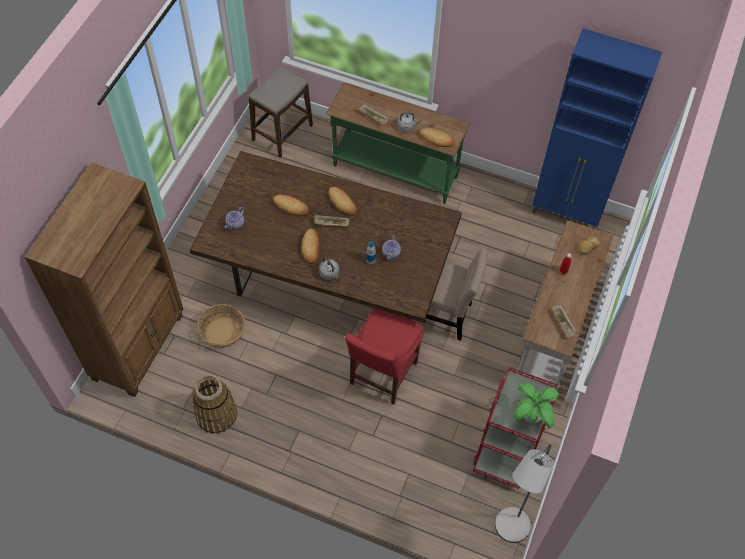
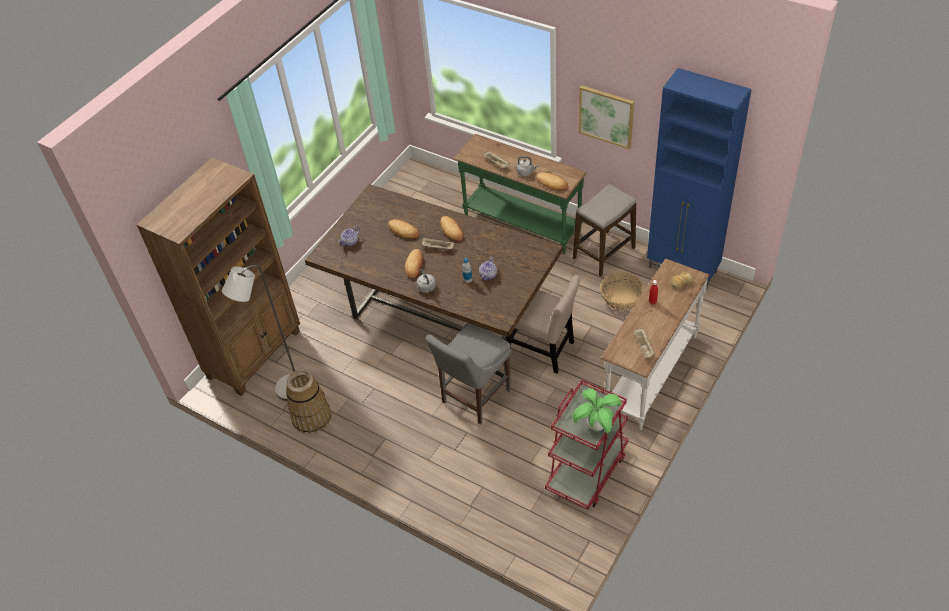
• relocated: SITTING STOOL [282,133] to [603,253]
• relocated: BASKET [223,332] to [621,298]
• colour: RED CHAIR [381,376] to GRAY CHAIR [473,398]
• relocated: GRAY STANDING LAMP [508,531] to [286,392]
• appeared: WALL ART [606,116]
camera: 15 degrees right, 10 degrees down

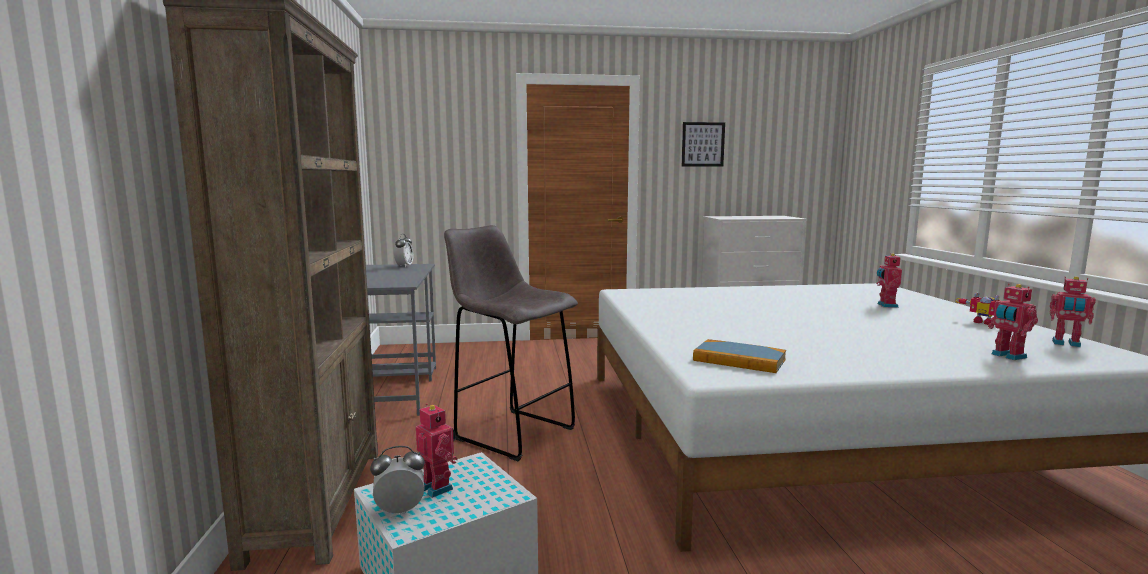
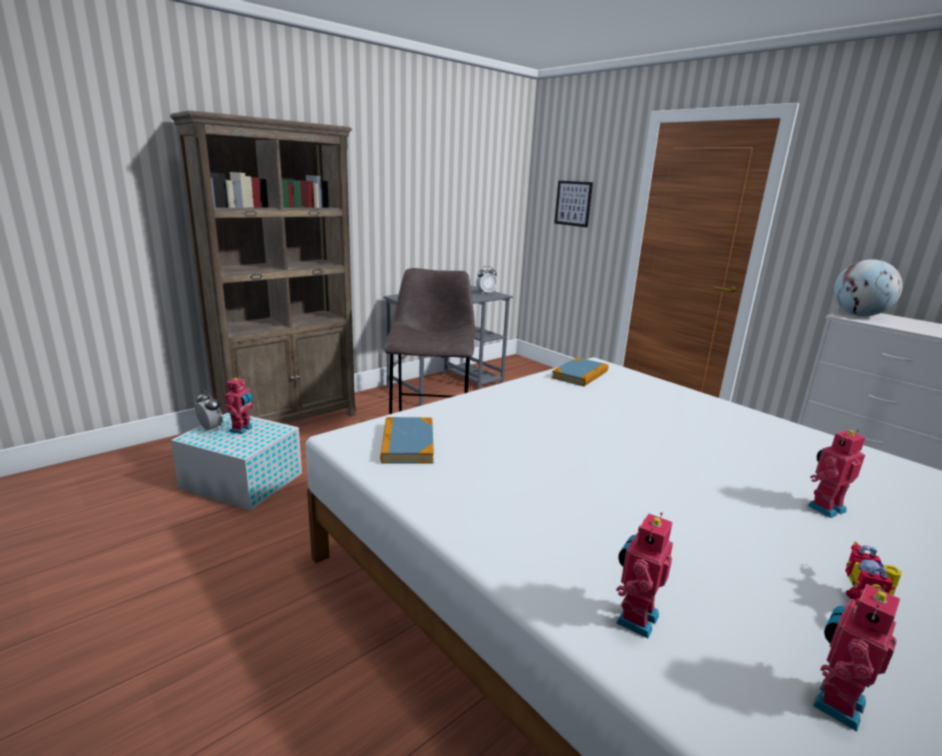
• relocated: WALL ART [703,144] to [573,203]
• spun: TOY ROBOT [1066,344] = [834,702] 45 degrees clockwise
• appeared: WORLD GLOBE [859,315]
• appeared: BOOK [580,374]
camera: 55 degrees right, 10 degrees up

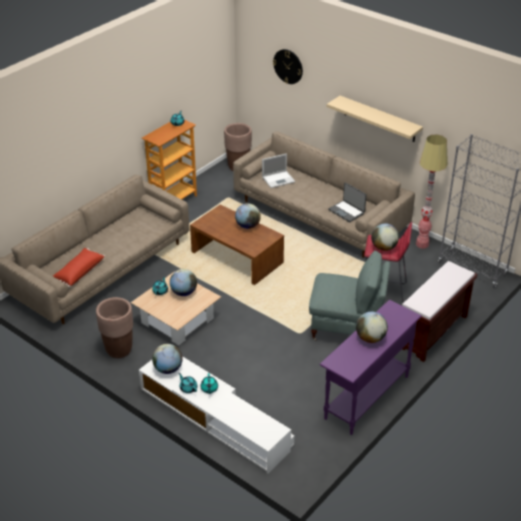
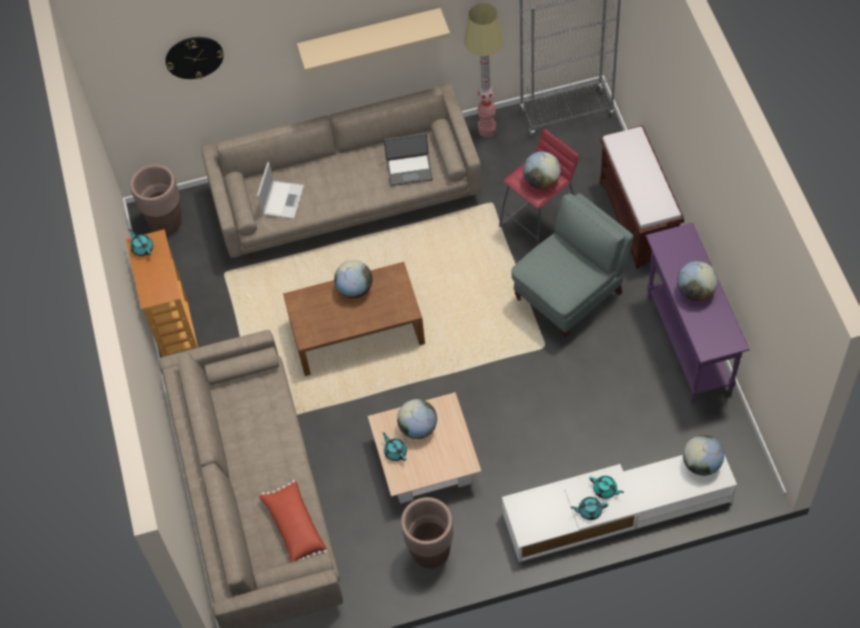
• relocated: WORLD GLOBE [168,369] to [701,464]
camera: 50 degrees left, 20 degrees up

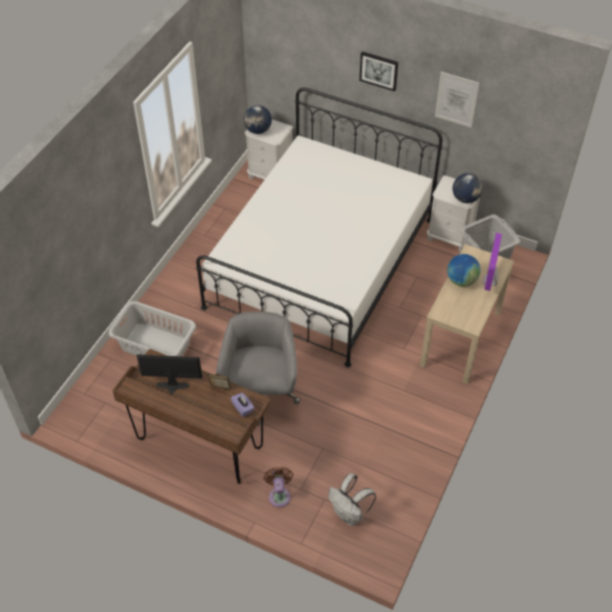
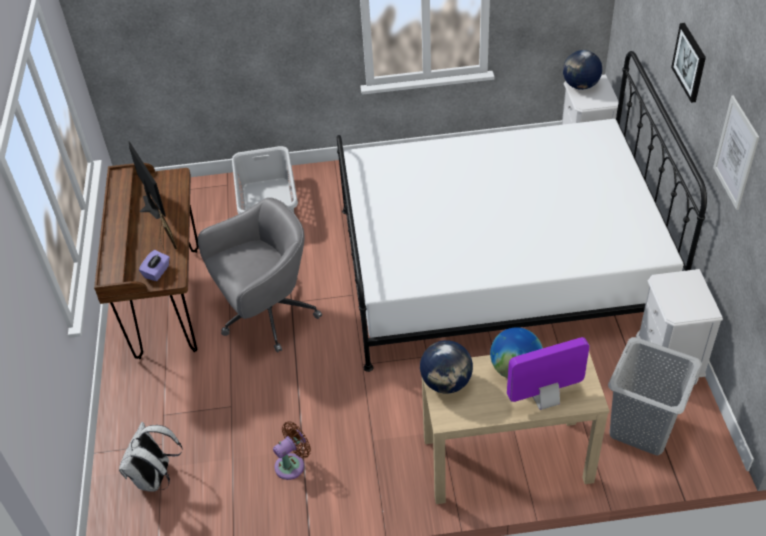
• relocated: WORLD GLOBE [465,198] to [446,382]
• relocated: BROWN-COLOURED COOLING FAN [279,495] to [292,464]
camera: 60 degrees right, 5 degrees down

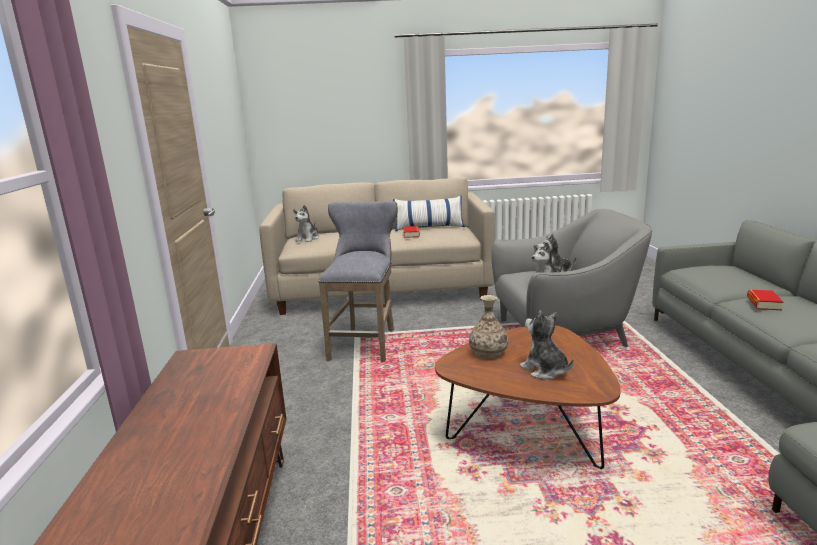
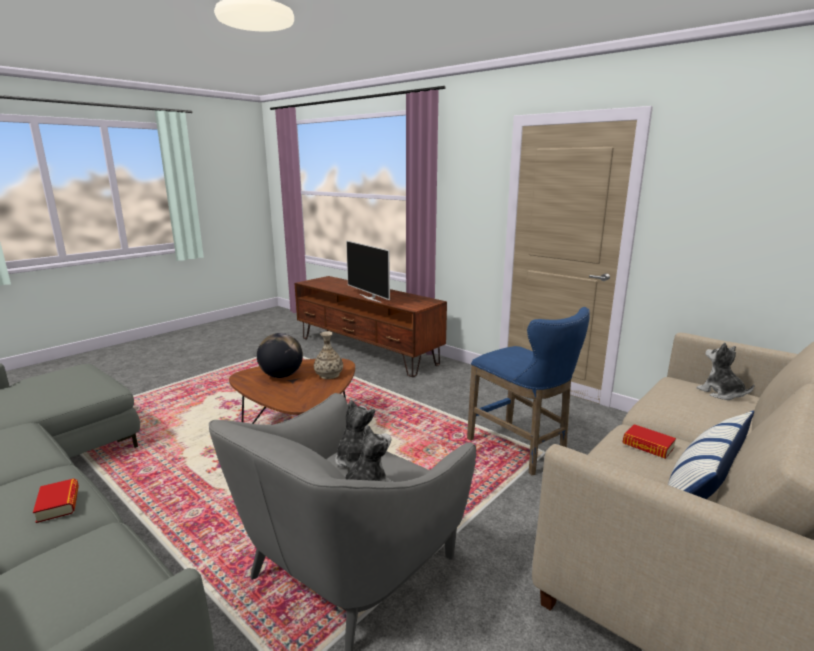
• colour: GRAY SITTING STOOL [365,342] to BLUISH SITTING STOOL [521,450]
• exchanged: SOFT TOY [545,370] to WORLD GLOBE [281,376]
• appeared: TELEVISION [370,298]
camera: 135 degrees right, 0 degrees up

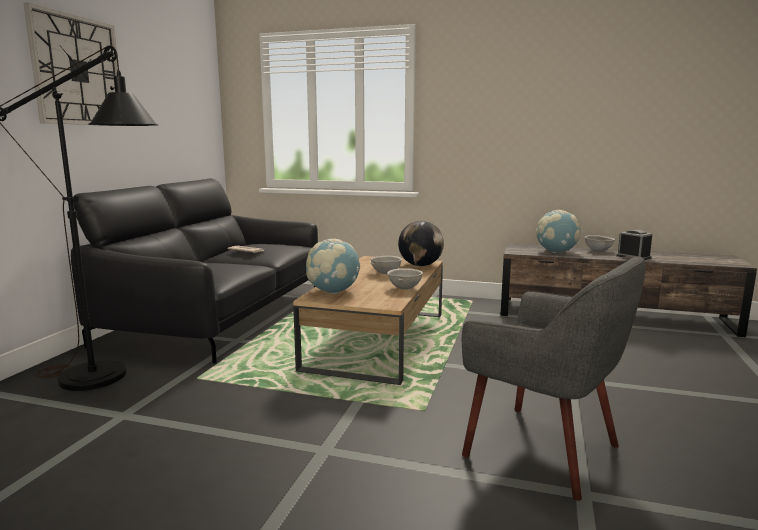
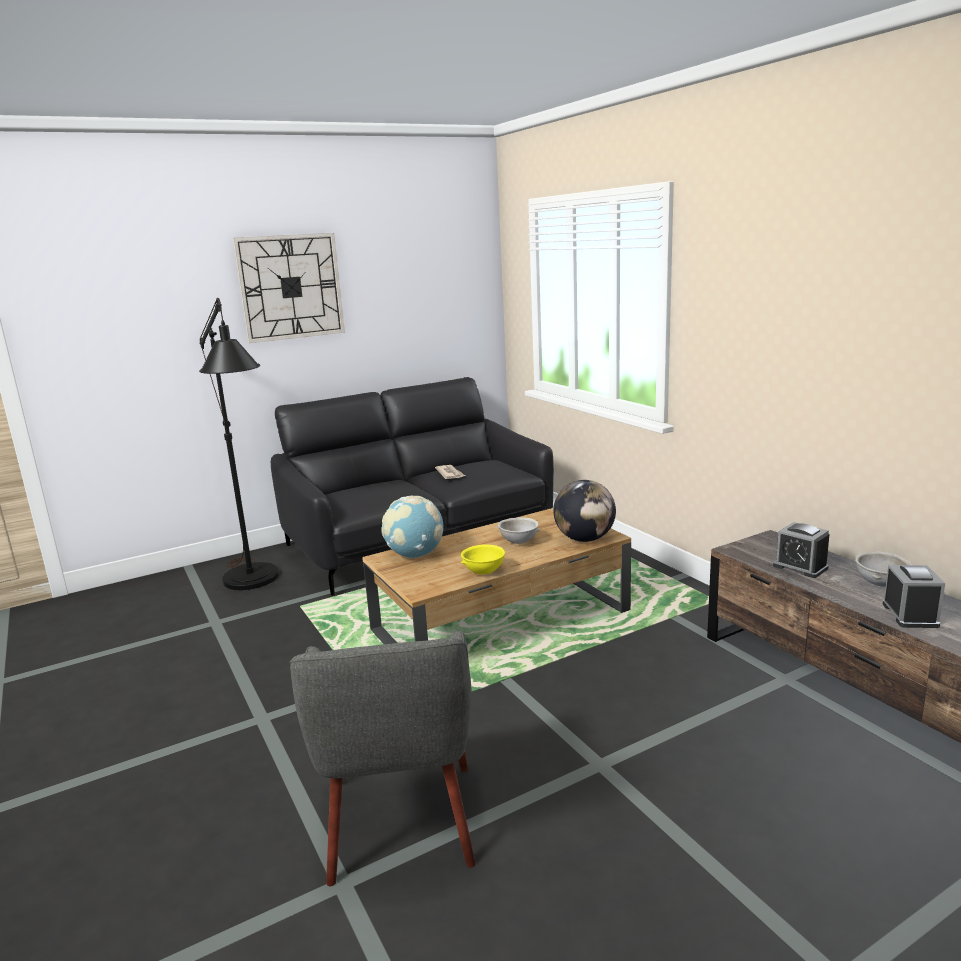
• exchanged: WORLD GLOBE [556,252] to BEDSIDE CLOCK [800,567]
• colour: GRAY BOWL [404,288] to YELLOW BOWL [483,572]
camera: 45 degrees right, 5 degrees up

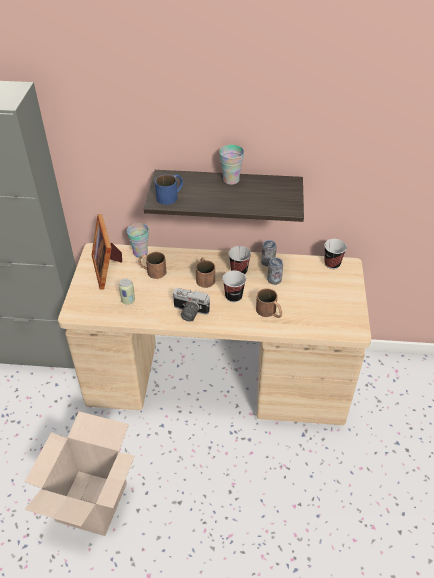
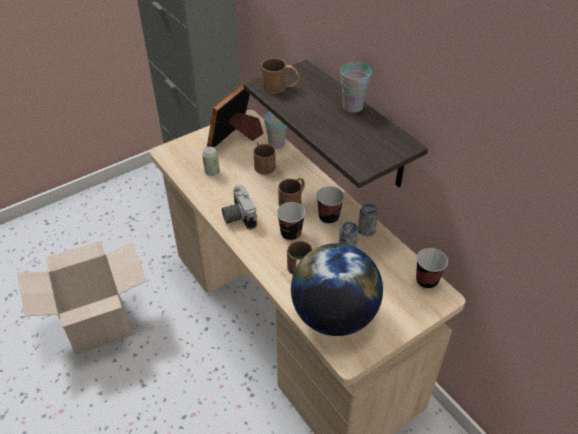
• colour: BLUISH COFFEE MUG [171,195] to BROWN-COLOURED COFFEE MUG [280,87]
• appeared: WORLD GLOBE [334,316]
camera: 50 degrees right, 0 degrees up

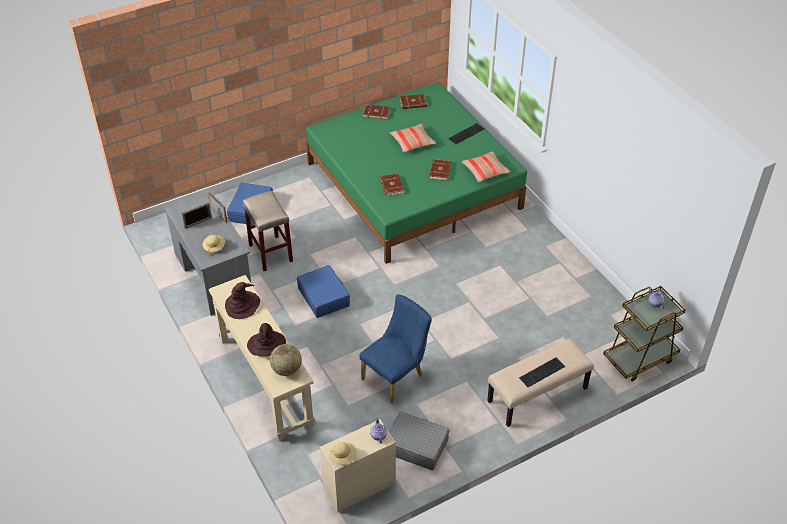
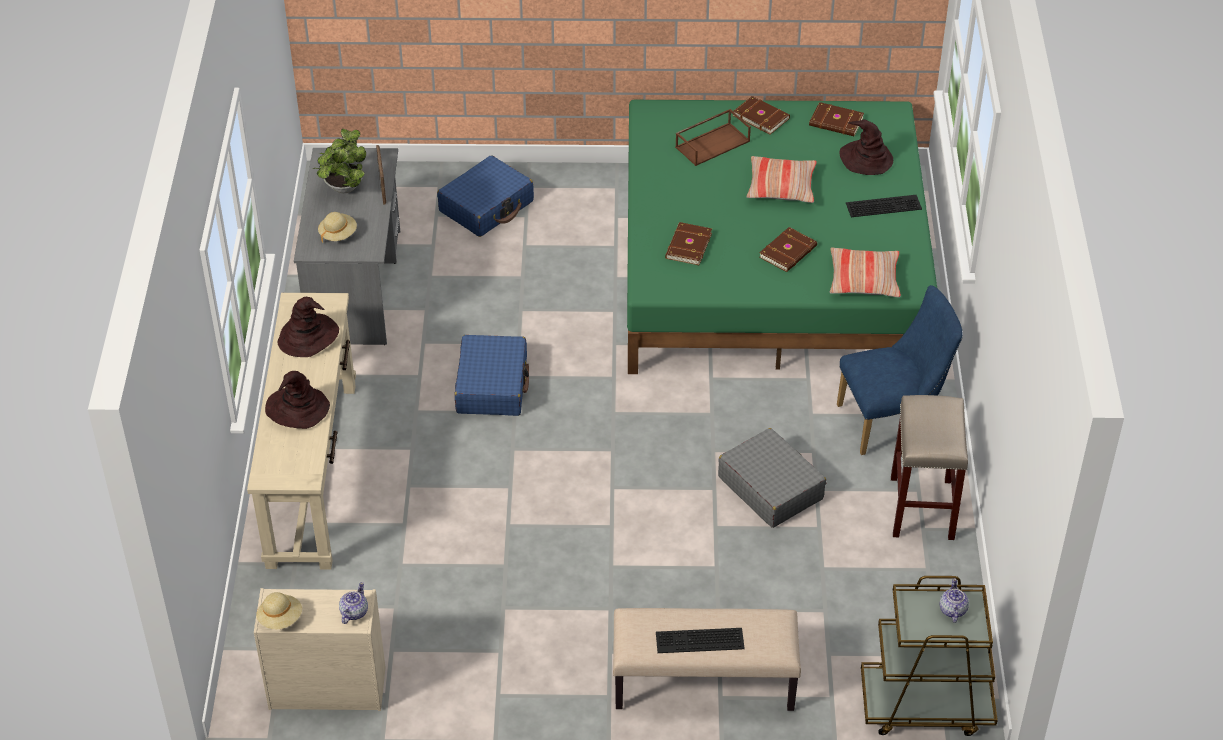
• relocated: SAND-COLOURED SITTING STOOL [271,253] to [922,509]
• exchanged: PHOTO FRAME [198,223] to HOUSEPLANT [343,189]
• relocated: BLUISH CHAIR [396,376] to [892,421]
• missing: WORLD GLOBE [287,370]
• relocated: GRAY PIECE OF LUGGAGE [416,446] to [770,487]
• appeared: BROWN-COLOURED SERVING TRAY [712,143]
• appeared: BROWN-COLOURED HAT [866,158]
camera: 30 degrees right, 0 degrees up

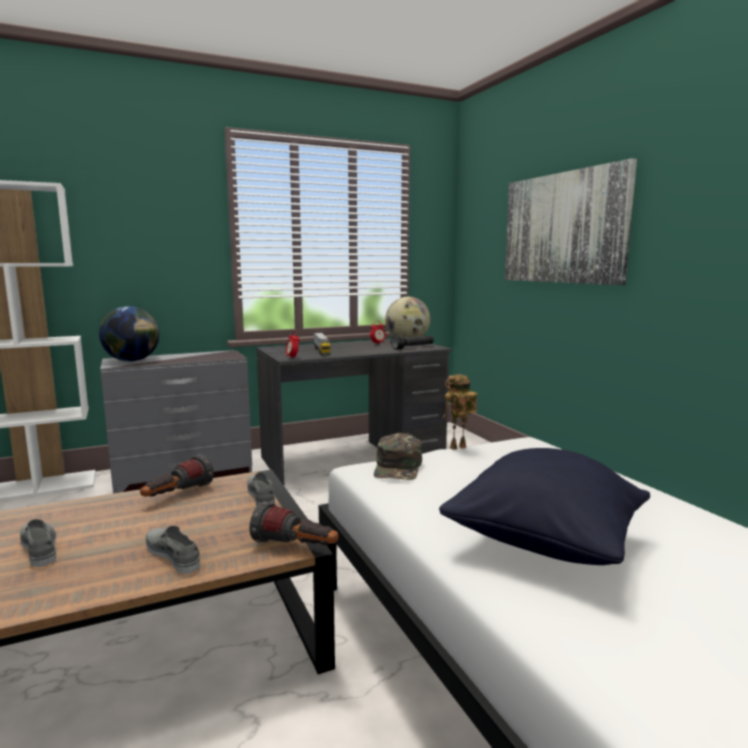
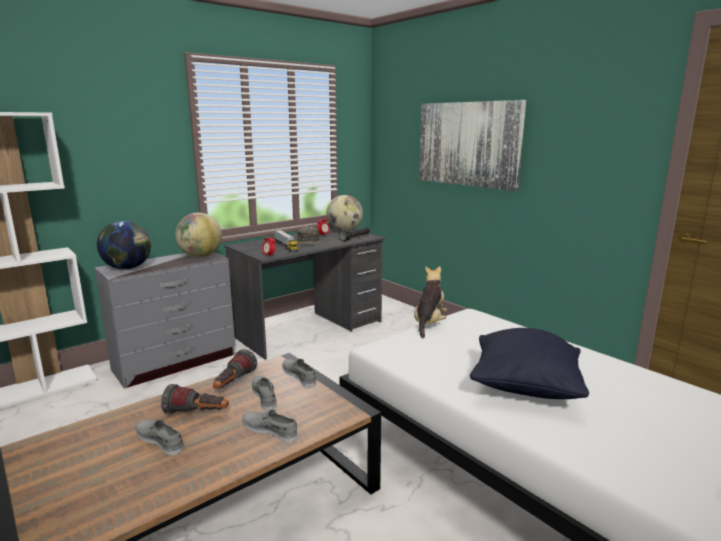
• exchanged: TOY ROBOT [458,448] to SOFT TOY [429,323]
• relocated: GREEN-COLOURED BASEBALL CAP [398,467] to [308,241]
• relocated: FLASHLIGHT [296,548] to [198,414]
• appeared: WORLD GLOBE [200,256]
• appeared: GRAY LOW SHOE [265,395]
camera: 15 degrees left, 5 degrees up

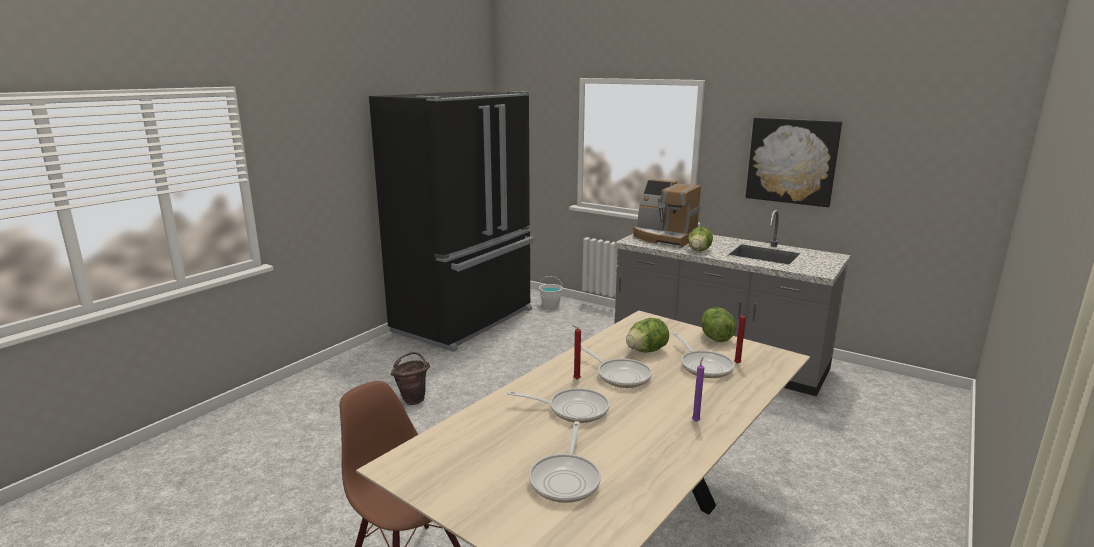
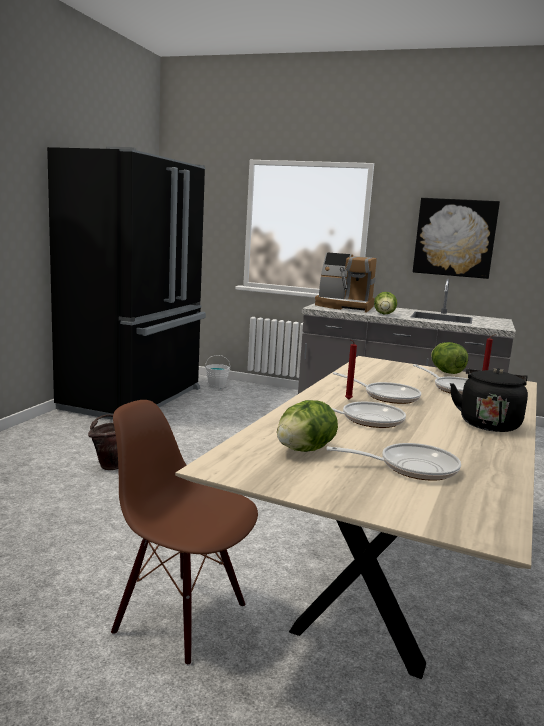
• relocated: HEAD OF LETTUCE [646,351] to [304,450]
• exchanged: PURPLE WAX LIGHT [696,421] to BLACKISH TEA KETTLE [488,423]
• spun: FRYING PAN [566,479] = [411,467] 90 degrees counterclockwise
camera: 15 degrees left, 5 degrees down

